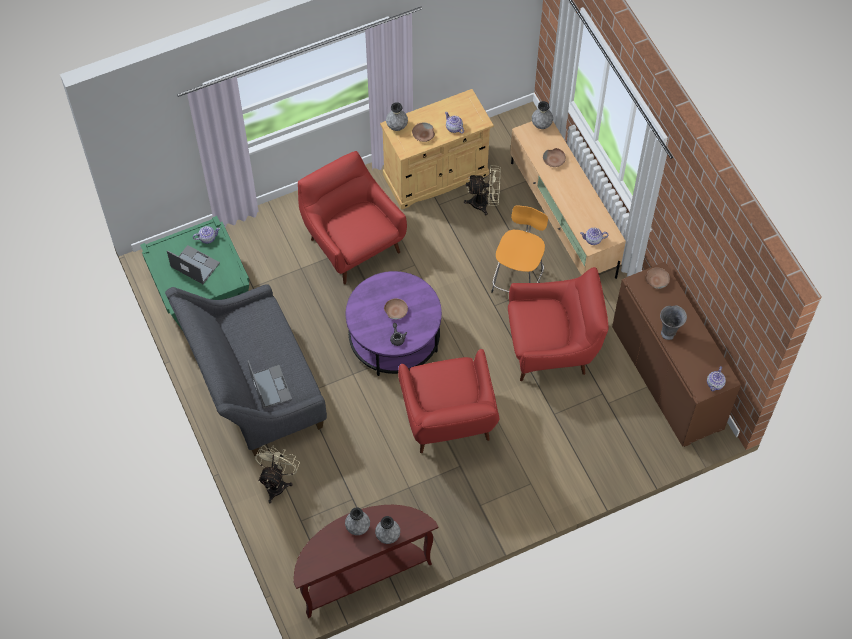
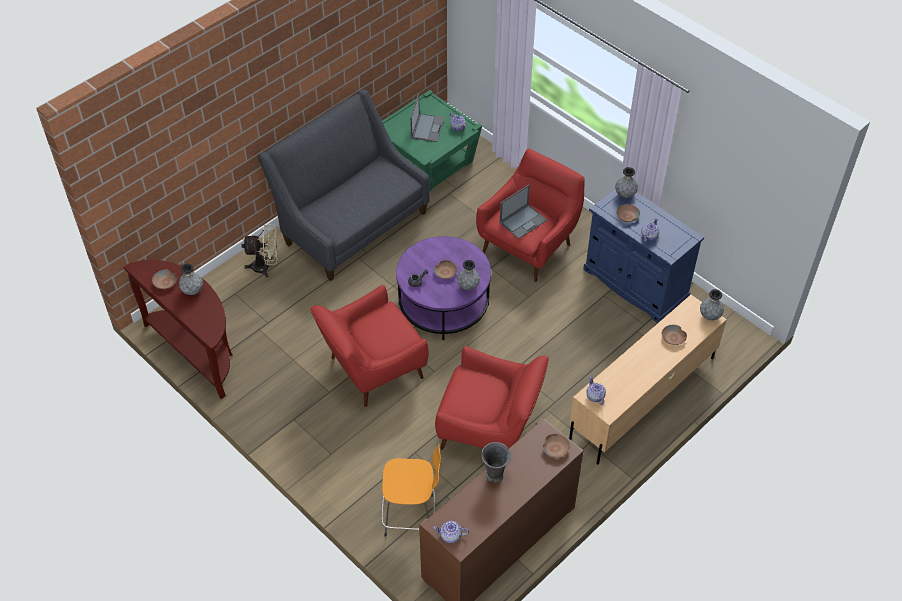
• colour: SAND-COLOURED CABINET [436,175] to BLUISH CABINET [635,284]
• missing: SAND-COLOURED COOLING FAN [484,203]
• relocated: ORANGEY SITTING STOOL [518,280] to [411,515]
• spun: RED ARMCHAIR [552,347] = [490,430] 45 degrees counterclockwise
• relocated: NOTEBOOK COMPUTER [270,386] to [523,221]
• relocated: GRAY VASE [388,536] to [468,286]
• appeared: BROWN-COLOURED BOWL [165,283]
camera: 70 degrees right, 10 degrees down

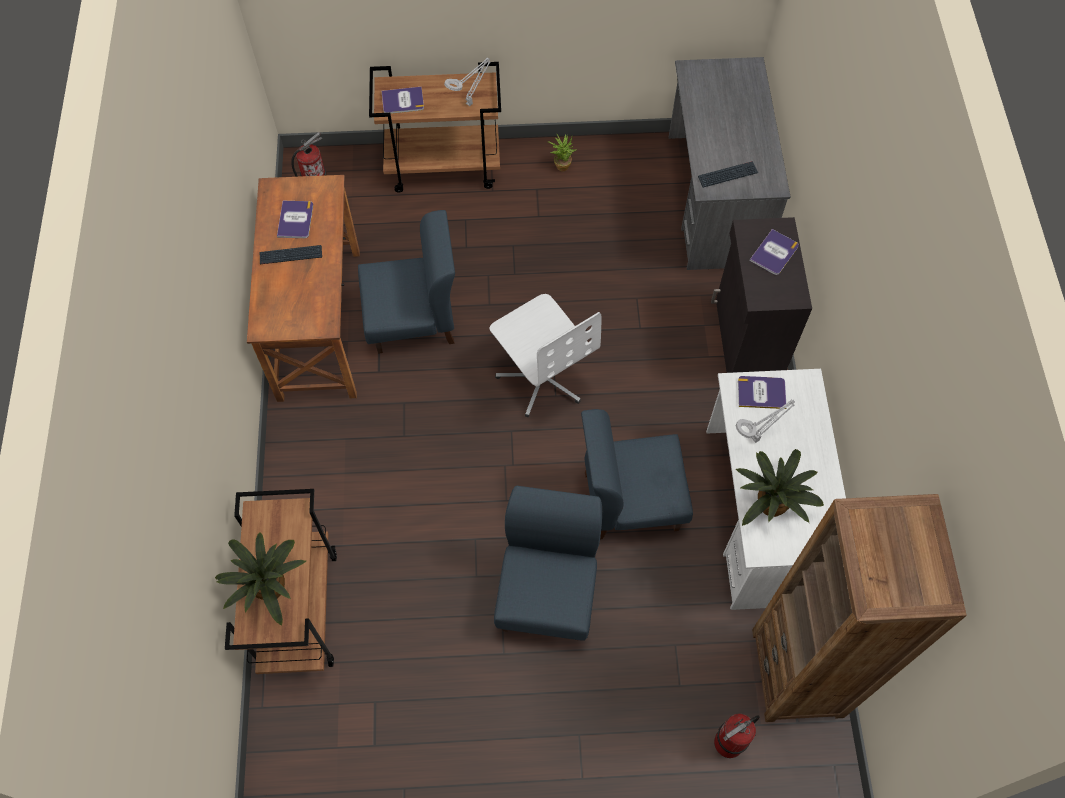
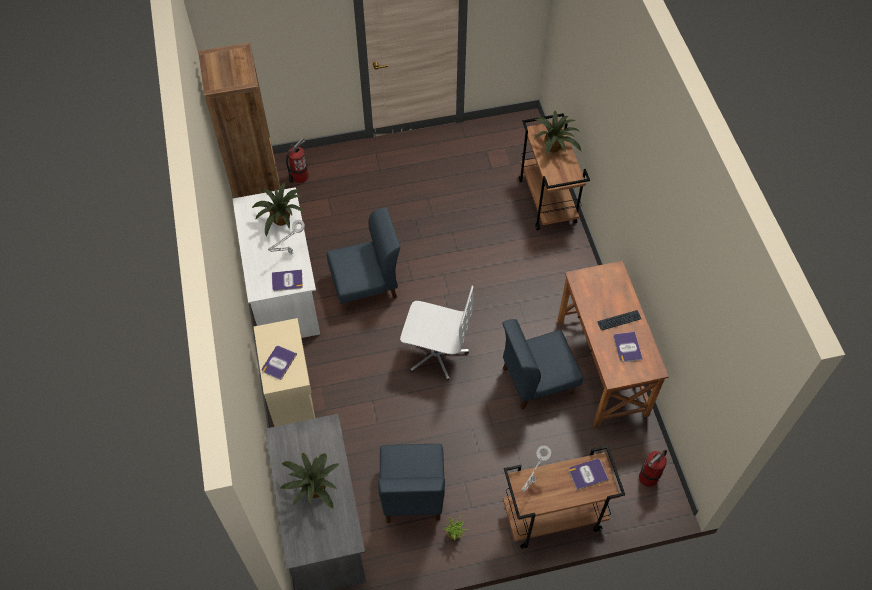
• missing: KEYBOARD [727,175]
• colour: BLACKISH CABINET [746,340] to SAND-COLOURED CABINET [294,402]
• spun: WHITE-COLOURED DESK CHAIR [542,377] = [436,353] 150 degrees clockwise
• relocated: BLUISH CHAIR [547,593] to [412,493]
• appeared: HOUSEPLANT [313,489]
camera: 170 degrees right, 5 degrees down

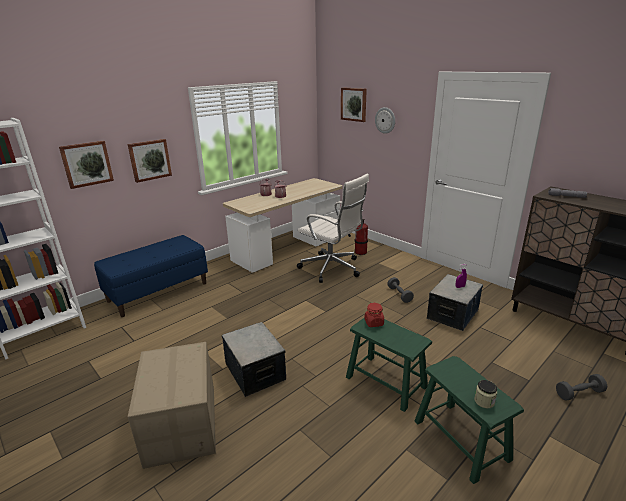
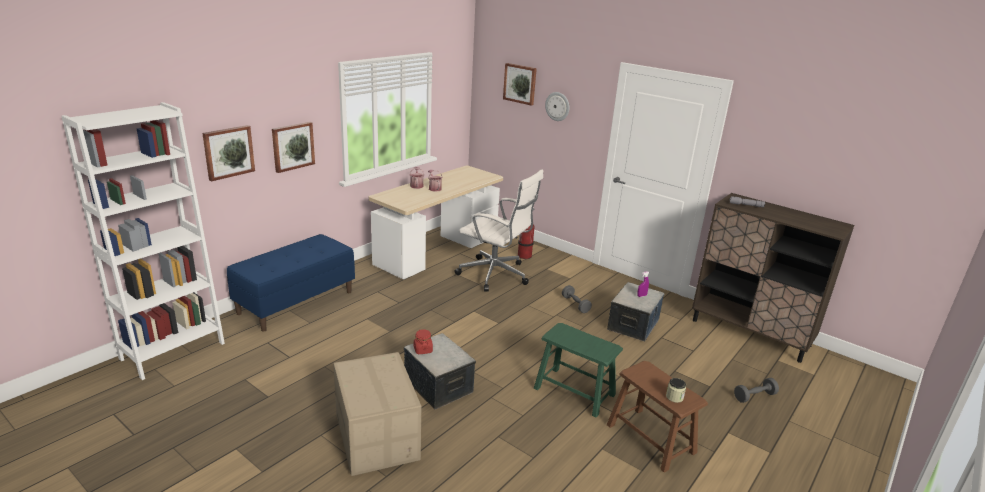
• relocated: RED PRESERVE JAR [373,323] to [423,350]
• colour: GREEN-COLOURED SITTING STOOL [461,439] to BROWN-COLOURED SITTING STOOL [650,438]
camera: 10 degrees left, 0 degrees up

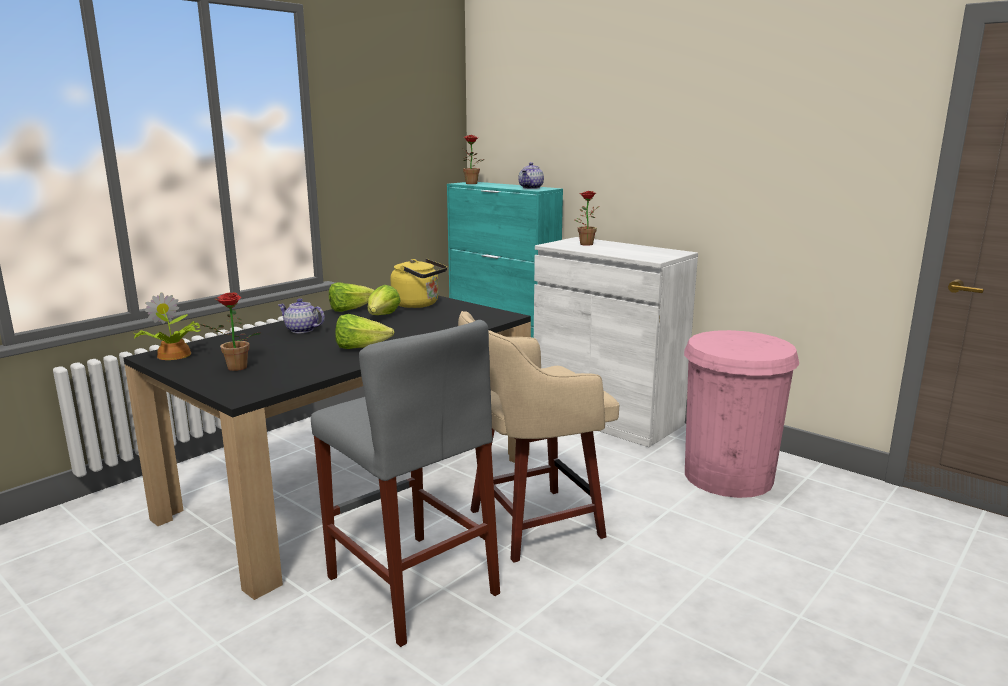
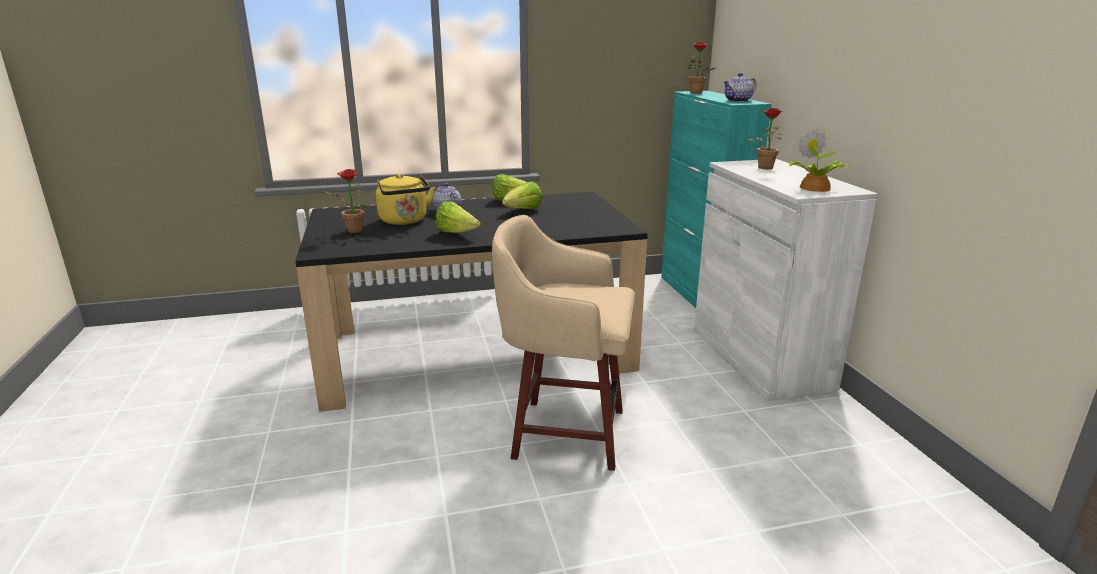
• relocated: YELLOW TEA KETTLE [418,304] to [405,221]
• relocated: HOUSEPLANT [173,355] to [814,188]
• missing: GRAY SITTING STOOL [411,585]
• missing: PINK RUBBISH BIN [728,476]
camera: 35 degrees right, 5 degrees up

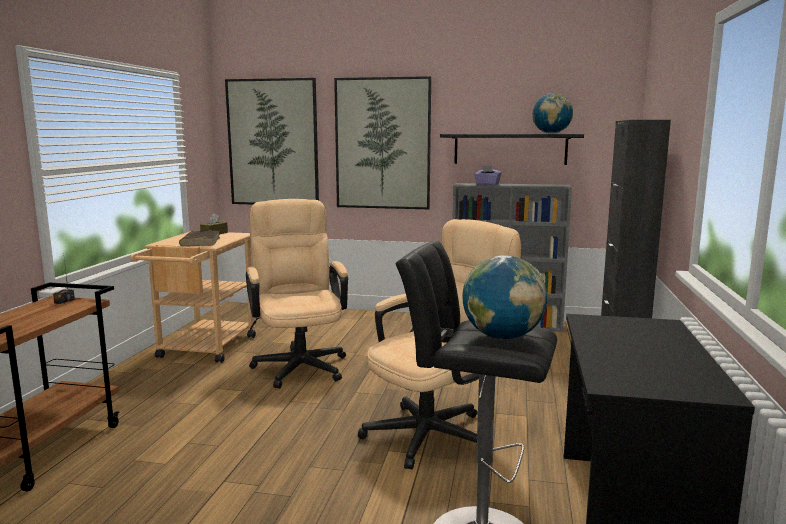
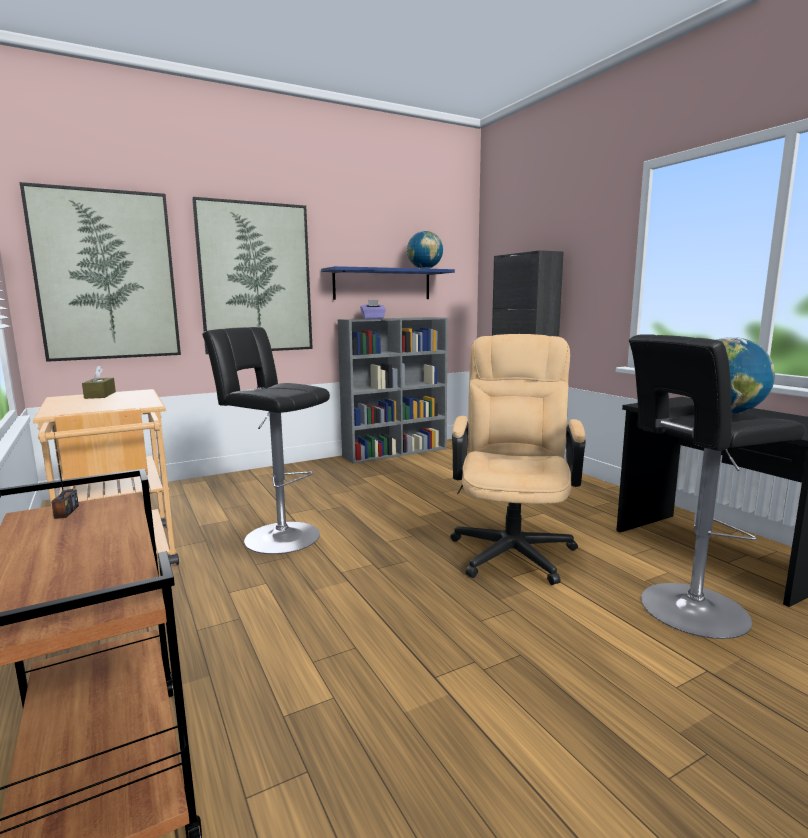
• colour: BLACKISH SHELF [510,149] to BLUISH SHELF [382,284]
• exchanged: SAND-COLOURED DESK CHAIR [299,364] to BLACKISH SITTING STOOL [278,536]
• missing: BROWN-COLOURED BOOK [200,241]
camera: 40 degrees left, 0 degrees up

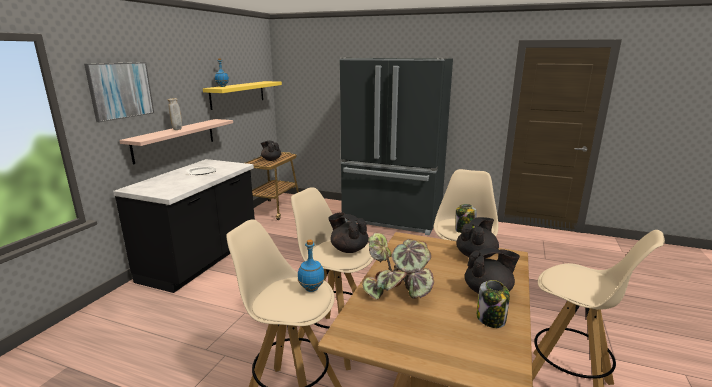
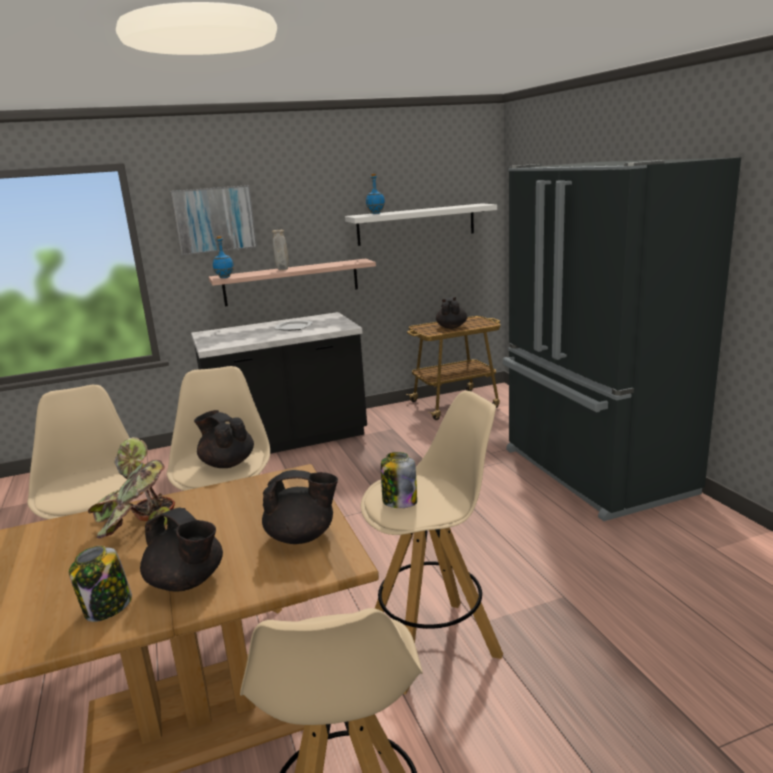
• colour: YELLOW SHELF [238,94] to WHITE-COLOURED SHELF [416,224]
• spun: BLACKISH TEAPOT [348,249] = [227,463] 45 degrees counterclockwise
• relocated: BLUISH BEVERAGE BOTTLE [311,289] to [224,277]
camera: 50 degrees right, 0 degrees up

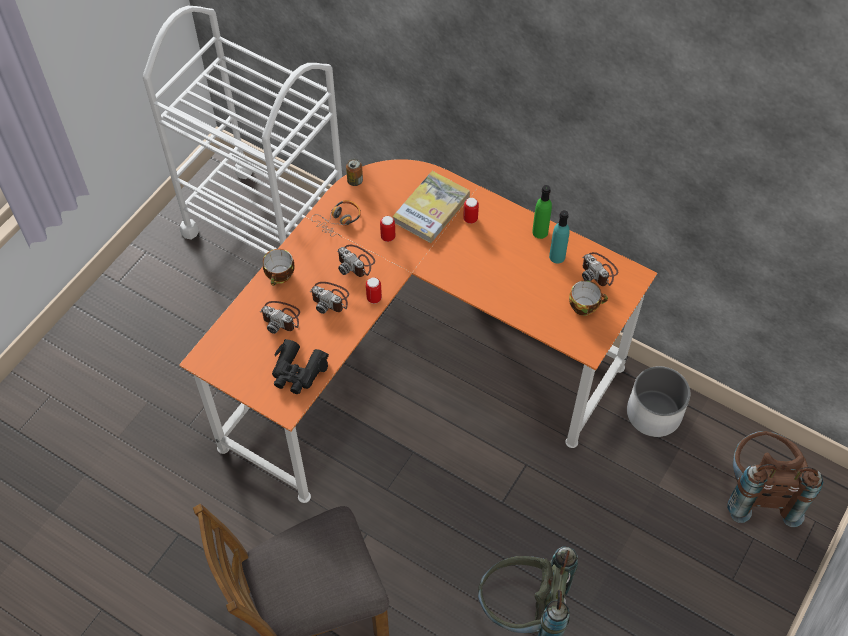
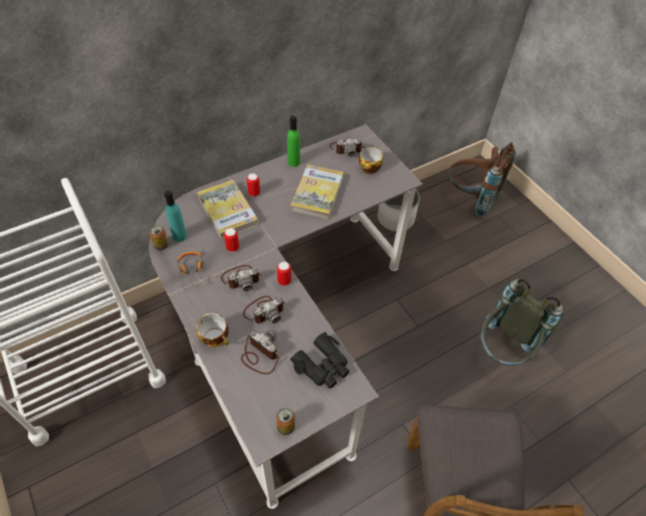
• colour: ORANGEY DESK UNIT [414,367] to GRAY DESK UNIT [284,329]
• relocated: BLUE-GREEN BEVERAGE BOTTLE [557,256] to [179,236]
• spun: PHOTO CAMERA [281,317] = [260,355] 105 degrees counterclockwise
• appeared: BOOK [317,193]
• appeared: METAL CAN [286,427]
camera: 65 degrees left, 5 degrees down

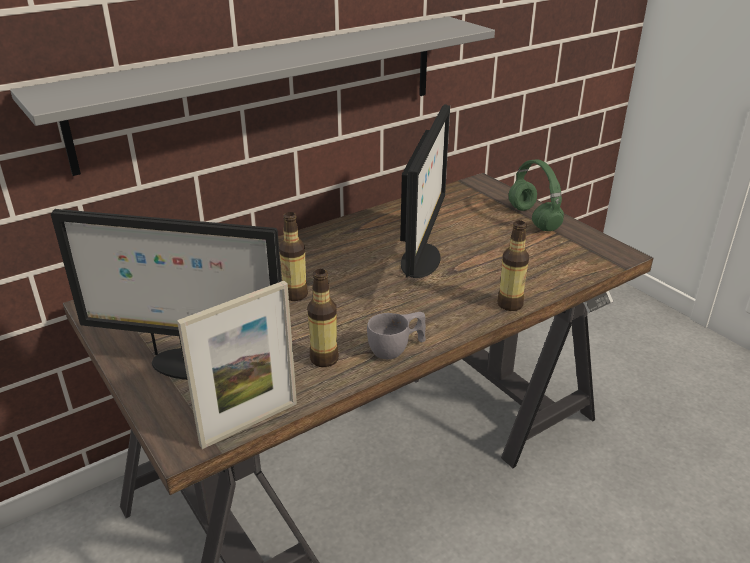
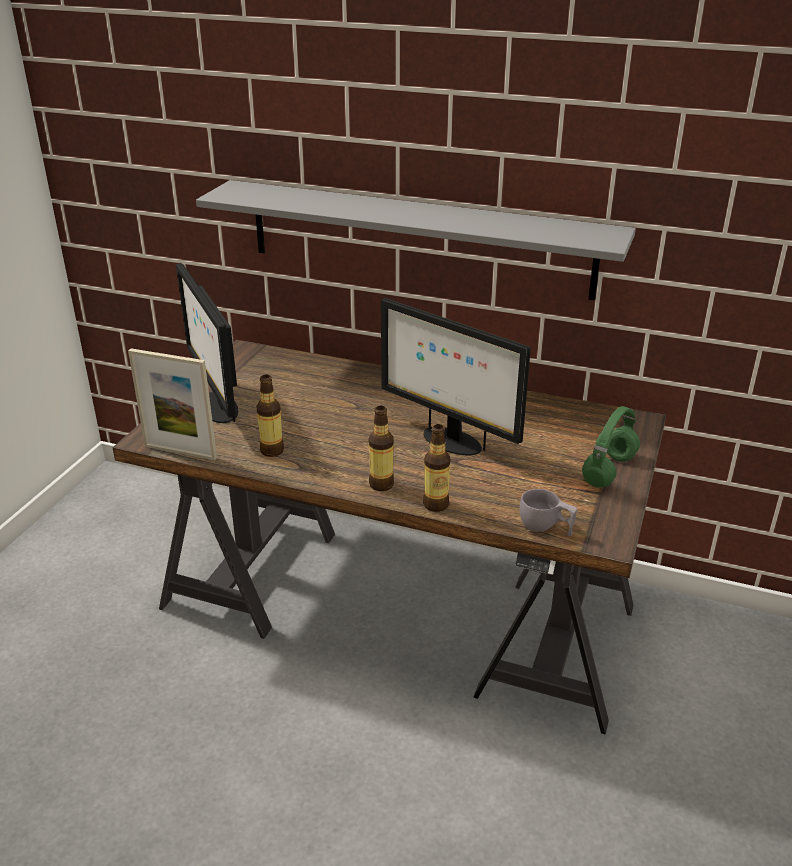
• spun: COMPUTER DISPLAY [421,261] = [450,441] 60 degrees clockwise
• relocated: BEVERAGE BOTTLE [295,295] to [381,484]
• relocated: GRAY CUP [397,349] to [545,528]
camera: 55 degrees right, 0 degrees up

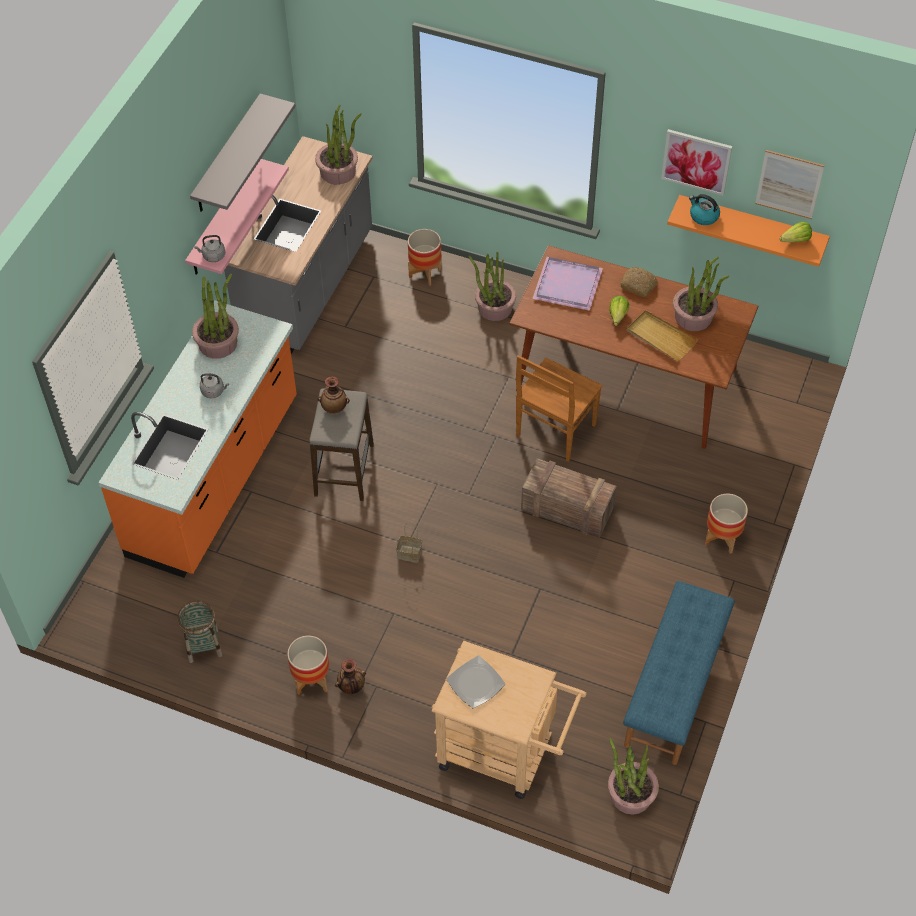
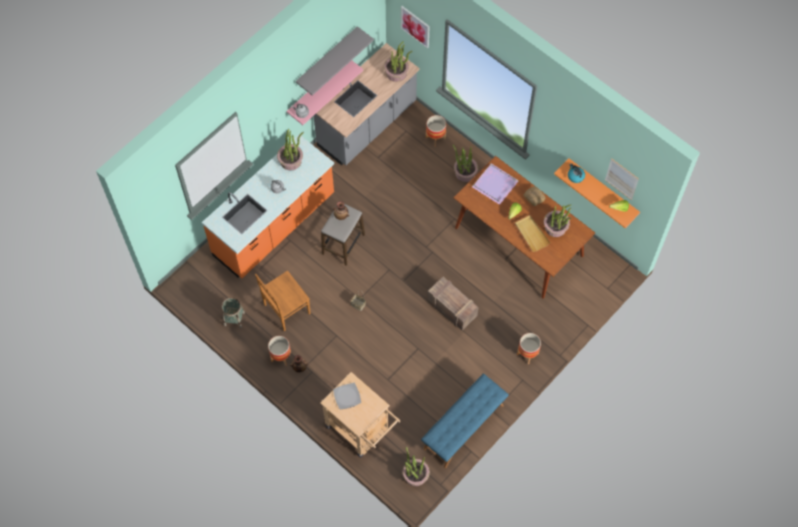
• relocated: WALL ART [696,161] to [415,26]
• relocated: BROWN-COLOURED CHAIR [554,431] to [286,310]
camera: 20 degrees right, 10 degrees up

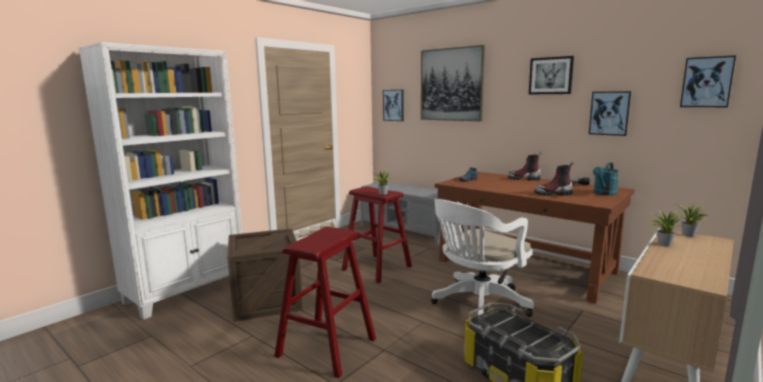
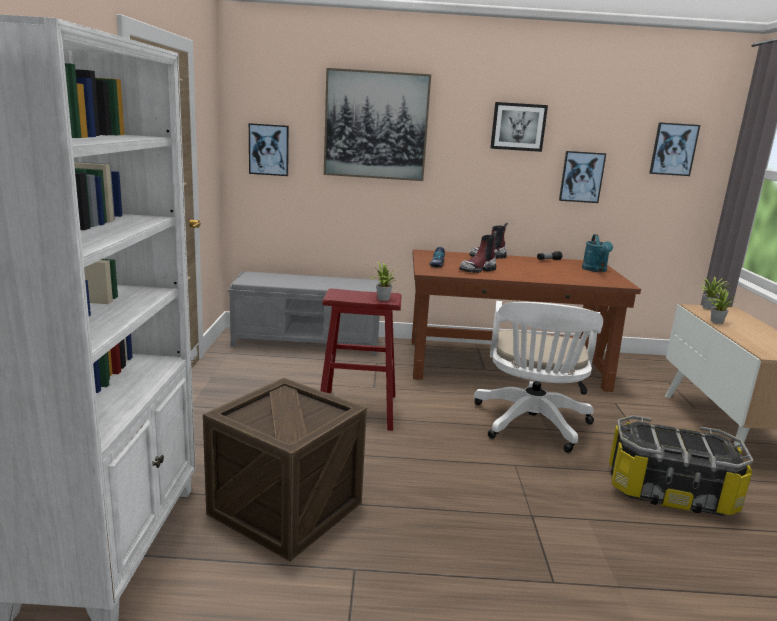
• relocated: TALL BOOT [553,194] to [478,270]
• missing: RED SITTING STOOL [327,347]
camera: 40 degrees left, 5 degrees up

